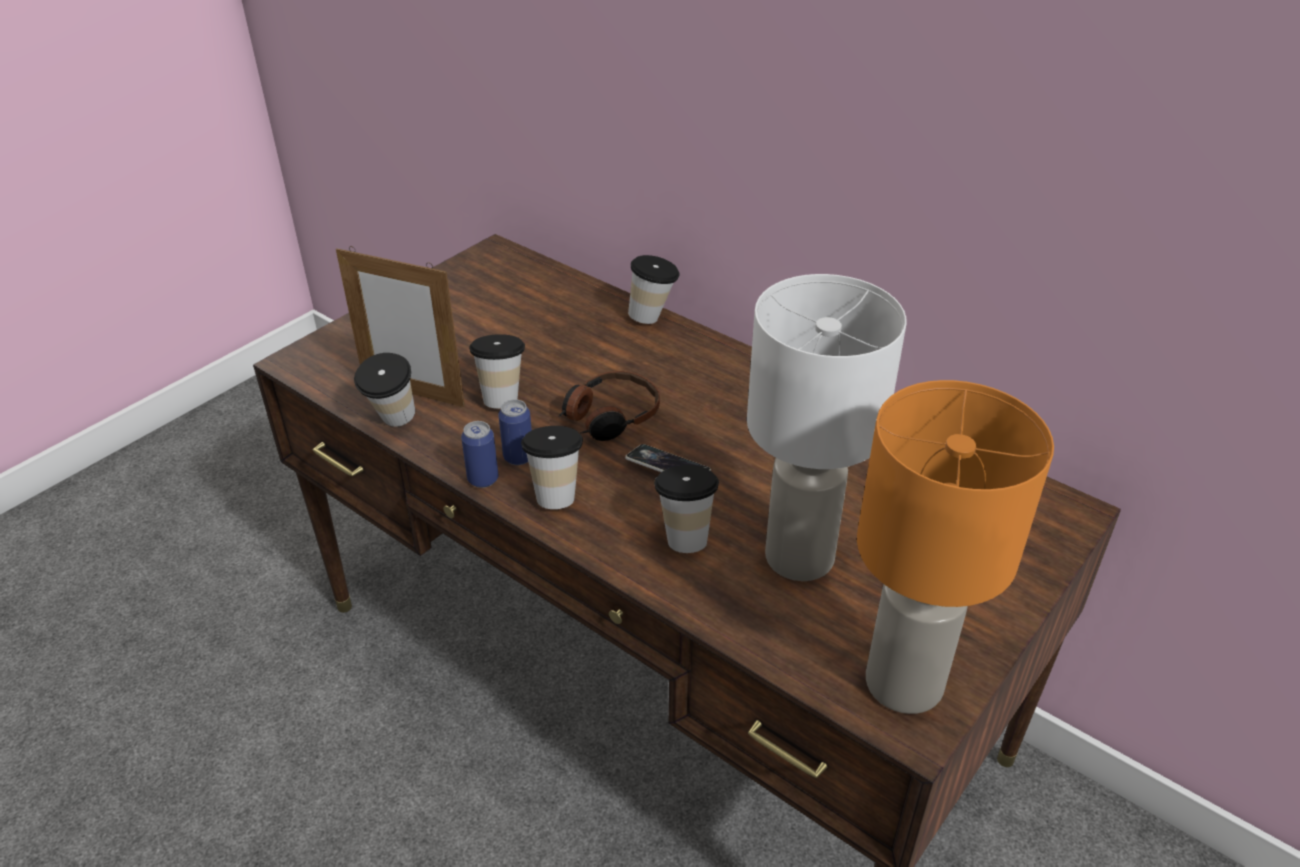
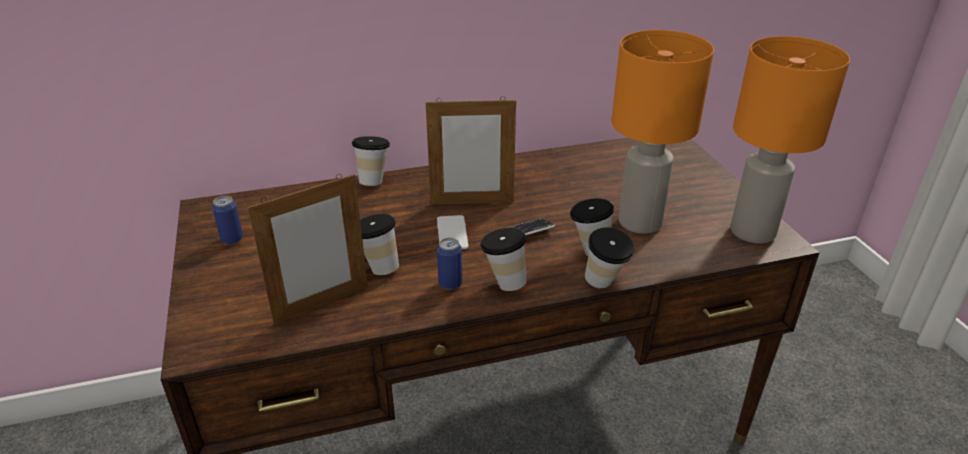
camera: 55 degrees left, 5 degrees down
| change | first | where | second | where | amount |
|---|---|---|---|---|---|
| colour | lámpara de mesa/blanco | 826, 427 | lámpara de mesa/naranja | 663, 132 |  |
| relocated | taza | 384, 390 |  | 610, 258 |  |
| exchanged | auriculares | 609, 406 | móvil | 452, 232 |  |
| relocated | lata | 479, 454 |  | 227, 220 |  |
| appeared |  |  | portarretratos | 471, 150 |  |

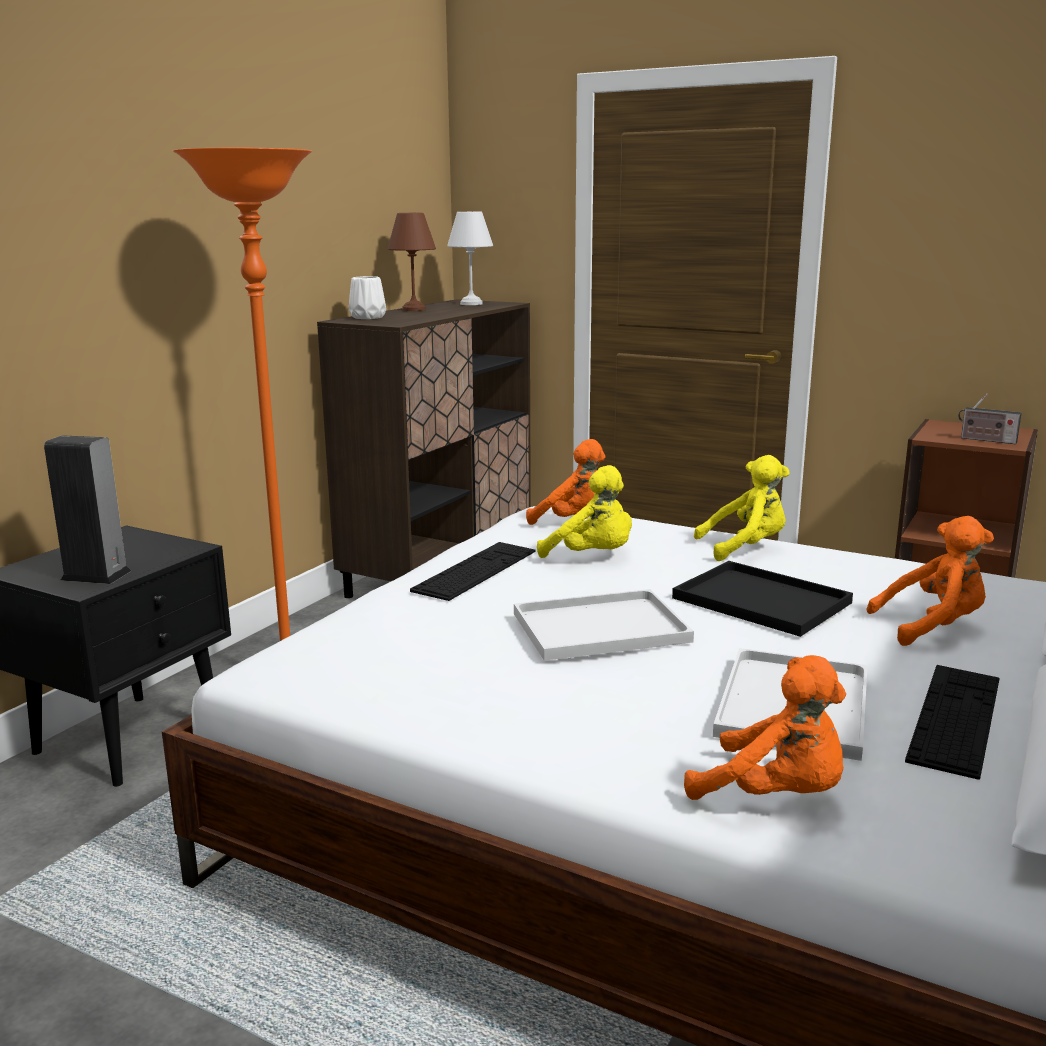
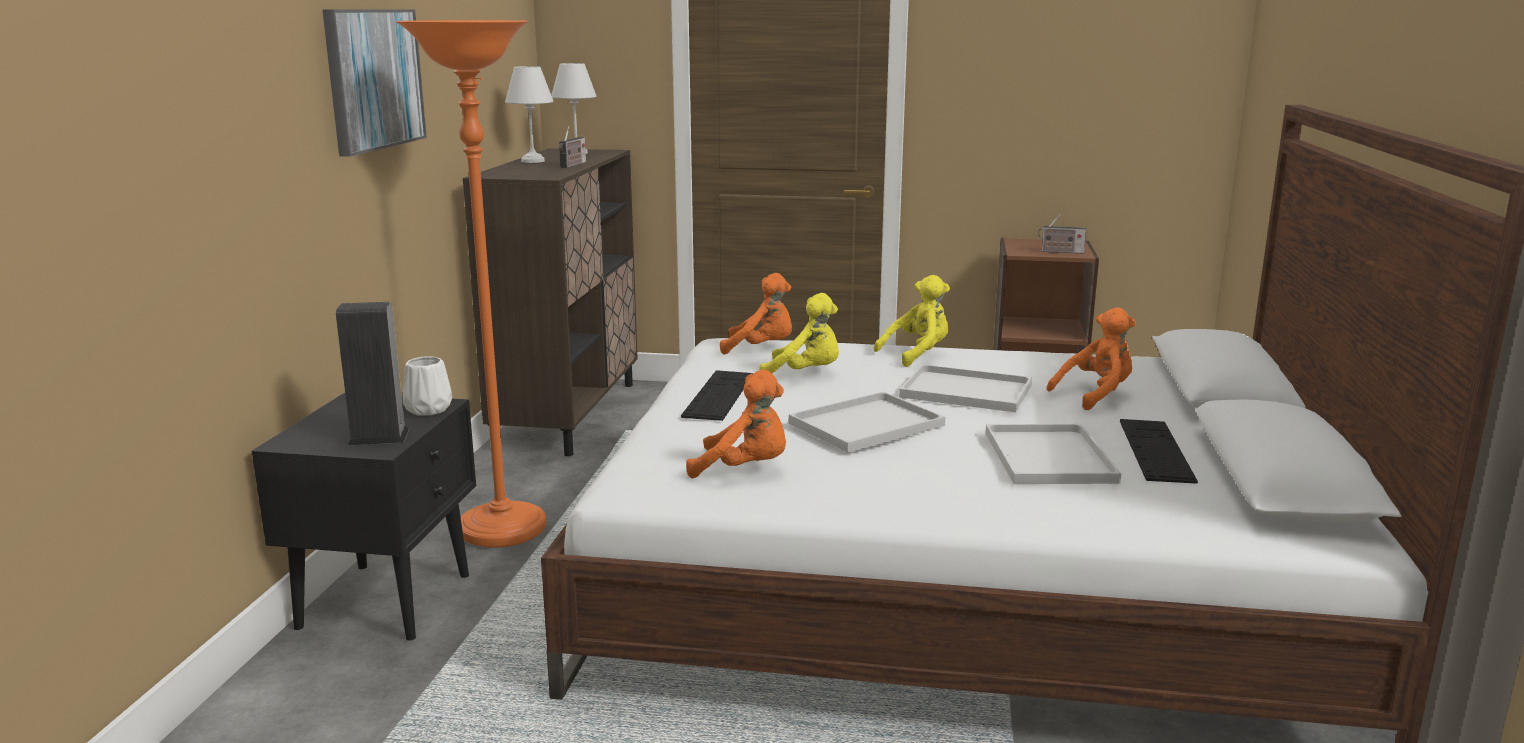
camera: 20 degrees left, 0 degrees up
| change | first | where | second | where | amount |
|---|---|---|---|---|---|
| colour | lámpara de mesa/marrón | 412, 262 | lámpara de mesa/blanco | 529, 114 |  |
| relocated | florero/blanco | 367, 297 |  | 427, 385 |  |
| colour | bandeja/negro | 762, 599 | bandeja/blanco | 965, 388 |  |
| relocated | peluche/naranja | 765, 727 |  | 736, 424 |  |
| appeared |  |  | cuadro | 374, 83 |  |
| appeared |  |  | radio | 572, 147 |  |

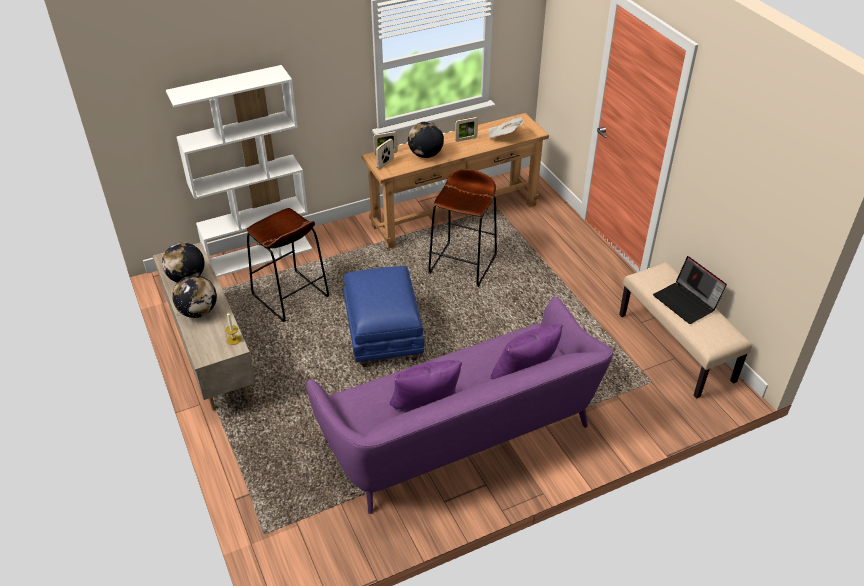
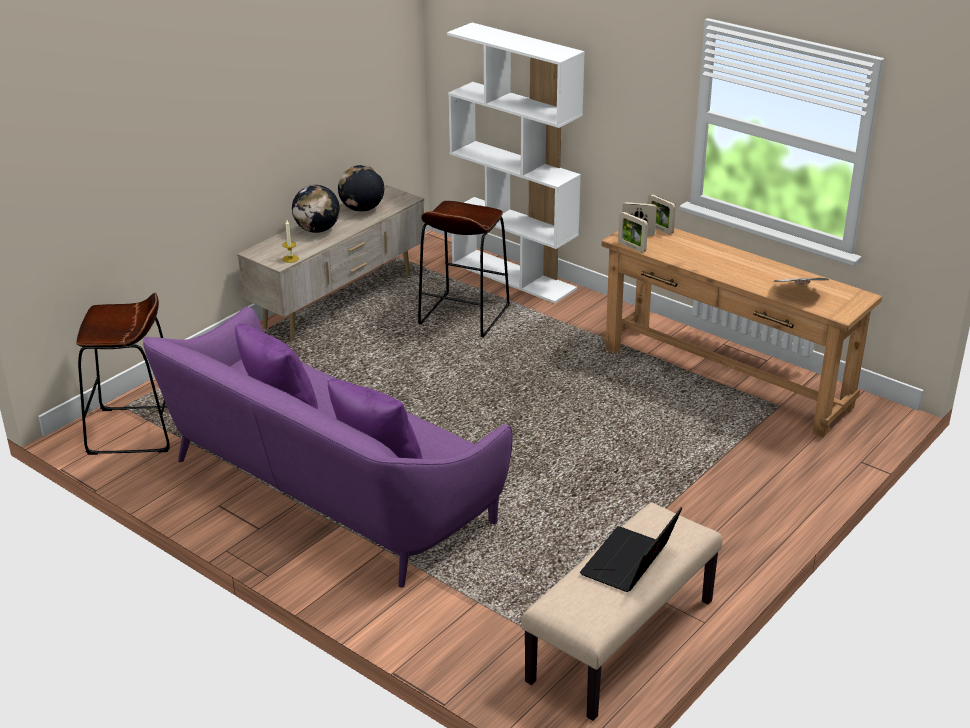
camera: 65 degrees right, 10 degrees down
| change | first | where | second | where | amount |
|---|---|---|---|---|---|
| relocated | portarretratos | 466, 129 |  | 633, 232 |  |
| missing | globo terráqueo | 426, 139 |  |  |  |
| relocated | taburete/marrón | 462, 228 |  | 123, 374 |  |
| missing | puf/azul | 383, 316 |  |  |  |

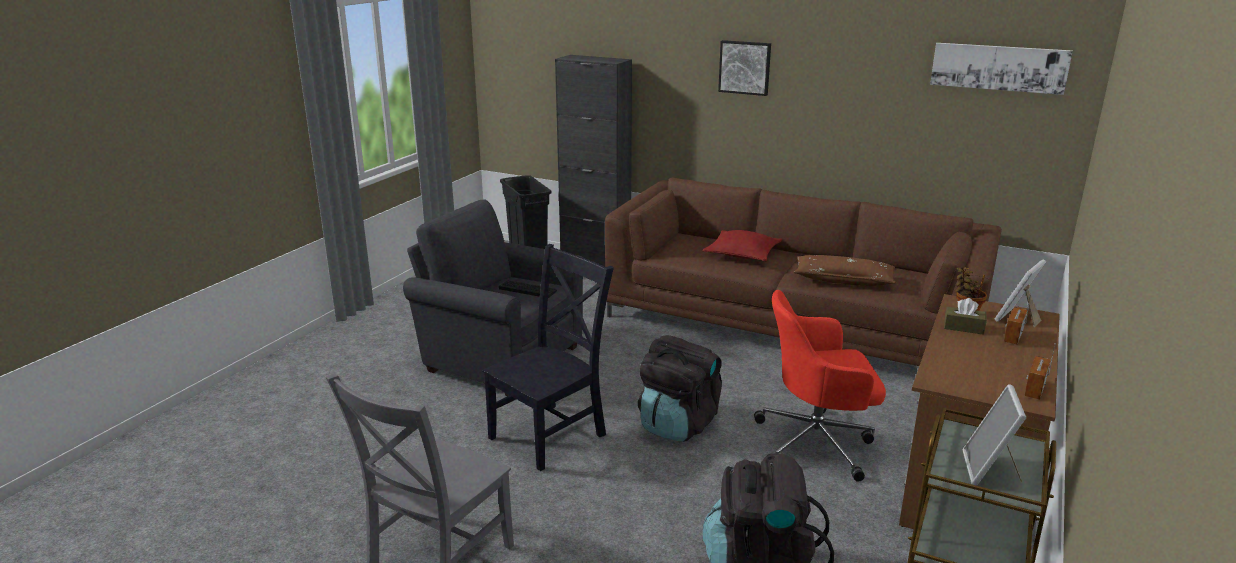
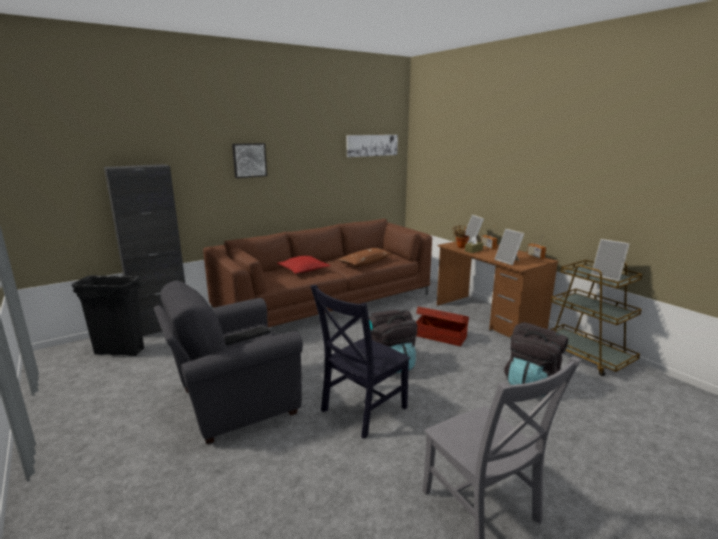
camera: 60 degrees left, 5 degrees down
| change | first | where | second | where | amount |
|---|---|---|---|---|---|
| spun | silla/negro | 548, 357 |  | 360, 362 | 120 degrees counterclockwise |
| exchanged | silla de oficina/rojo | 820, 386 | caja de almacenaje/marrón | 442, 326 |  |
| appeared |  |  | portarretratos | 509, 247 |  |

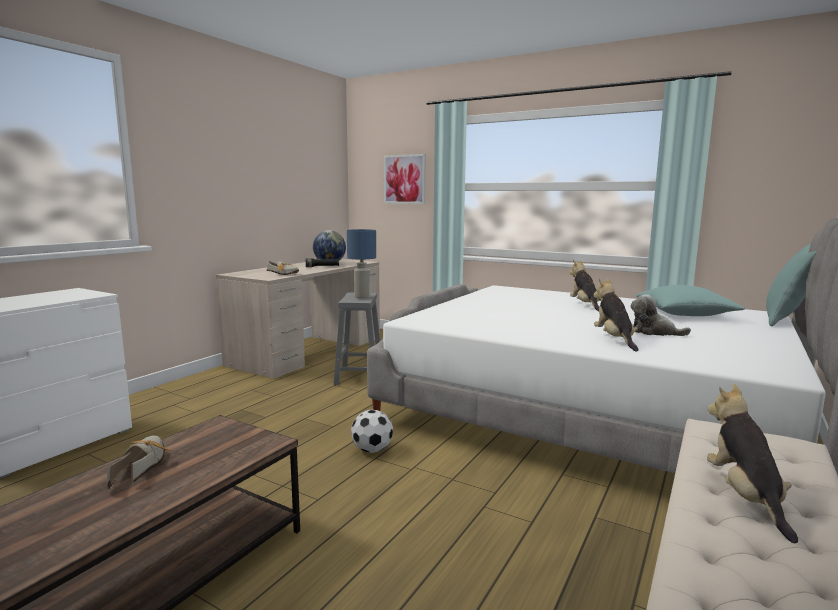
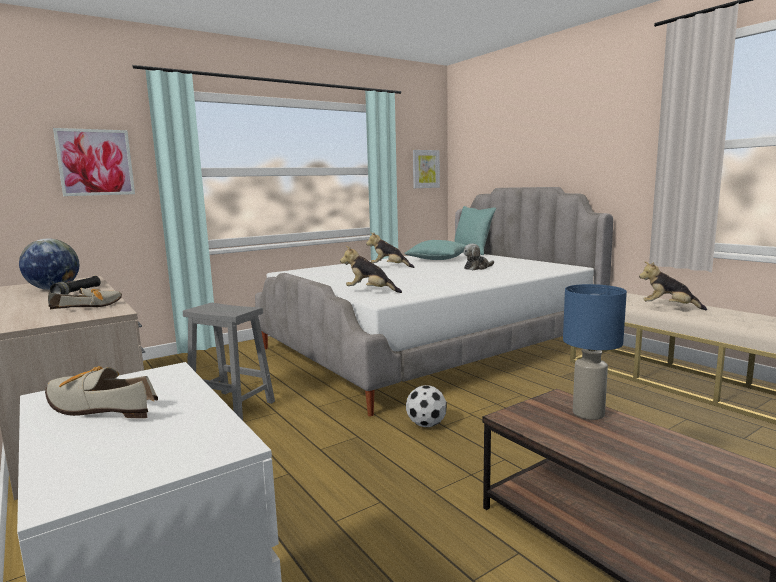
camera: 65 degrees left, 0 degrees up
| change | first | where | second | where | amount |
|---|---|---|---|---|---|
| relocated | lámpara de mesa/azul | 361, 263 |  | 595, 352 |  |
| relocated | peluche | 616, 315 |  | 371, 269 |  |
| relocated | zapato | 139, 463 |  | 101, 392 |  |
| appeared |  |  | cuadro | 426, 169 |  |

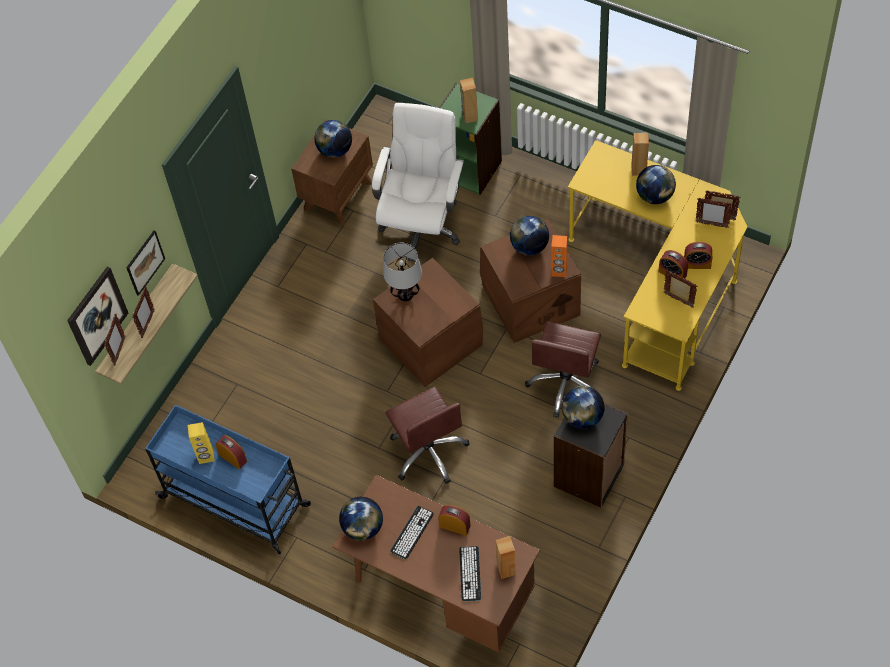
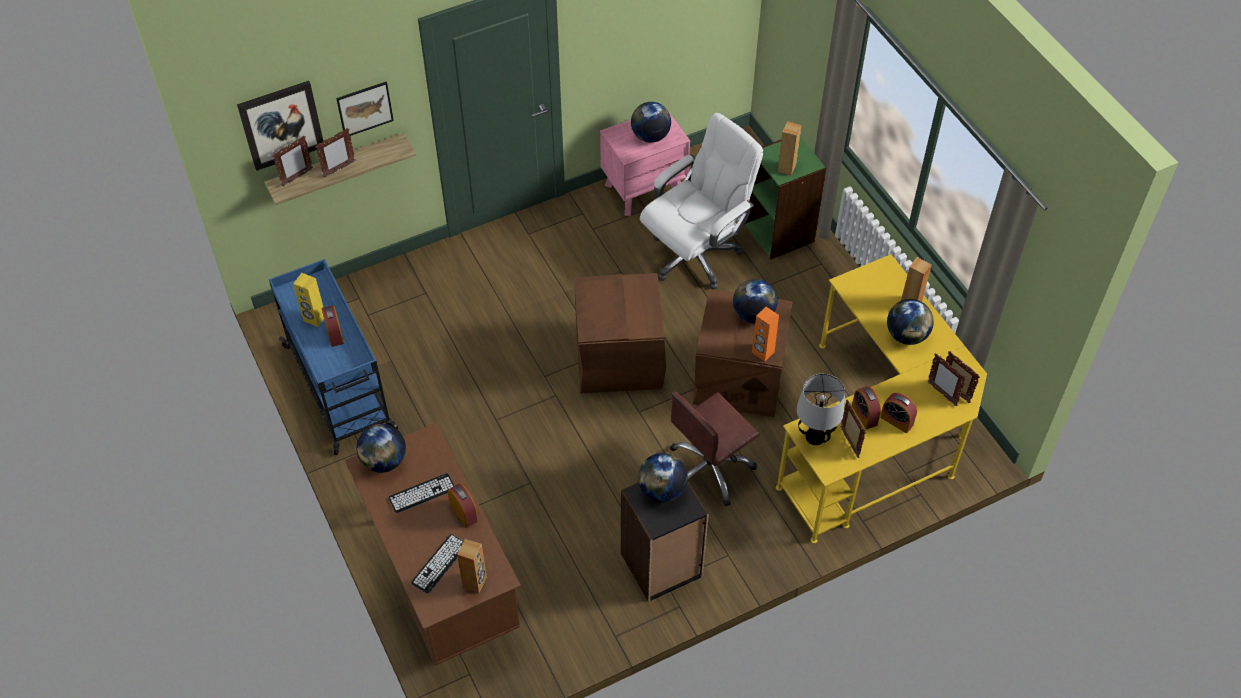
camera: 30 degrees right, 5 degrees down
| change | first | where | second | where | amount |
|---|---|---|---|---|---|
| colour | mesita de noche/marrón | 332, 172 | mesita de noche/rosa | 645, 161 |  |
| relocated | lámpara de mesa | 402, 272 |  | 821, 409 |  |
| missing | silla de oficina/marrón | 427, 435 |  |  |  |

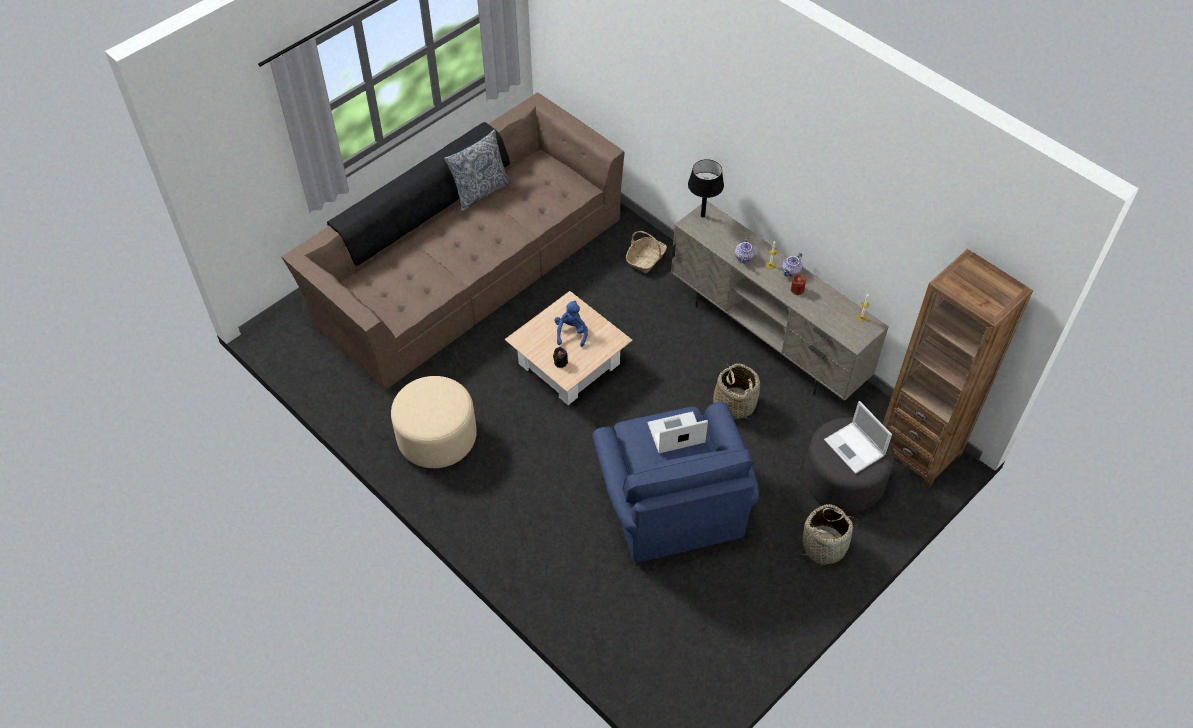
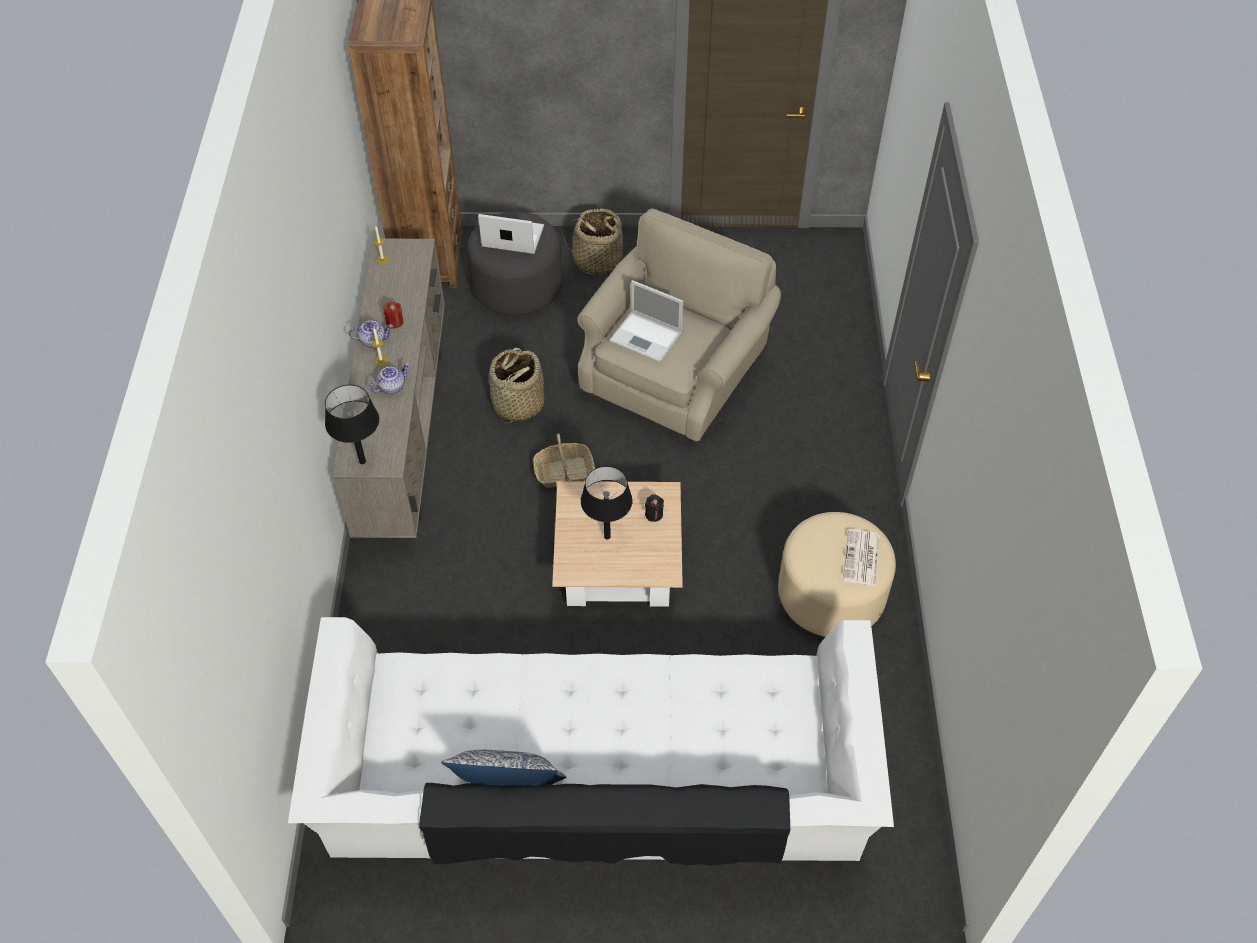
camera: 135 degrees left, 0 degrees up
| change | first | where | second | where | amount |
|---|---|---|---|---|---|
| colour | sofá/marrón | 453, 241 | sofá/blanco | 591, 741 |  |
| relocated | cesta | 646, 252 |  | 564, 461 |  |
| exchanged | peluche/azul | 571, 324 | lámpara de mesa/negro | 606, 502 |  |
| spun | portátil | 858, 437 |  | 511, 234 | 90 degrees counterclockwise |
| colour | sillón/azul | 675, 482 | sillón/beis | 679, 326 |  |
| appeared |  |  | periódico | 861, 557 |  |

